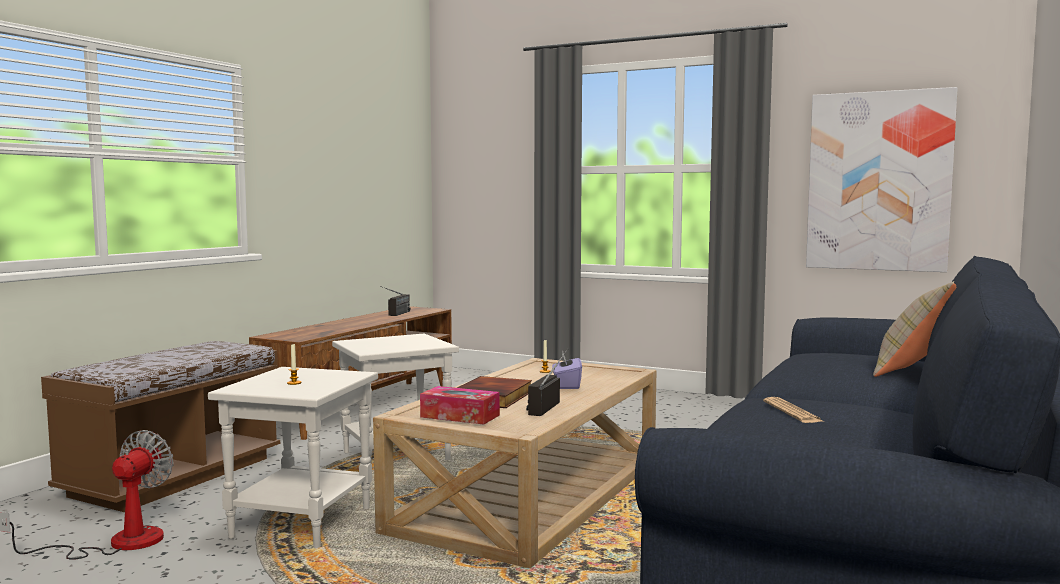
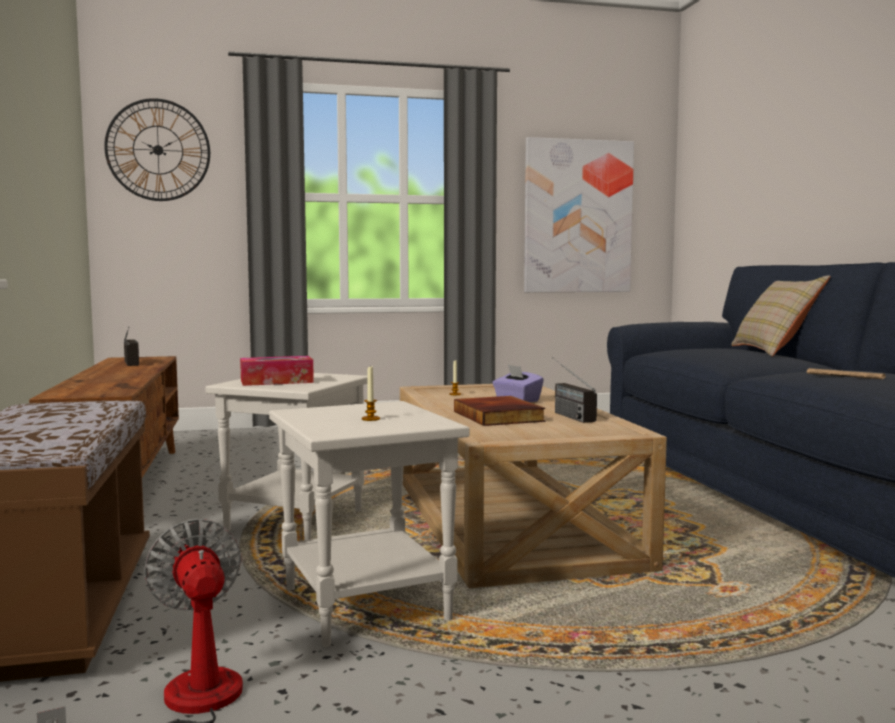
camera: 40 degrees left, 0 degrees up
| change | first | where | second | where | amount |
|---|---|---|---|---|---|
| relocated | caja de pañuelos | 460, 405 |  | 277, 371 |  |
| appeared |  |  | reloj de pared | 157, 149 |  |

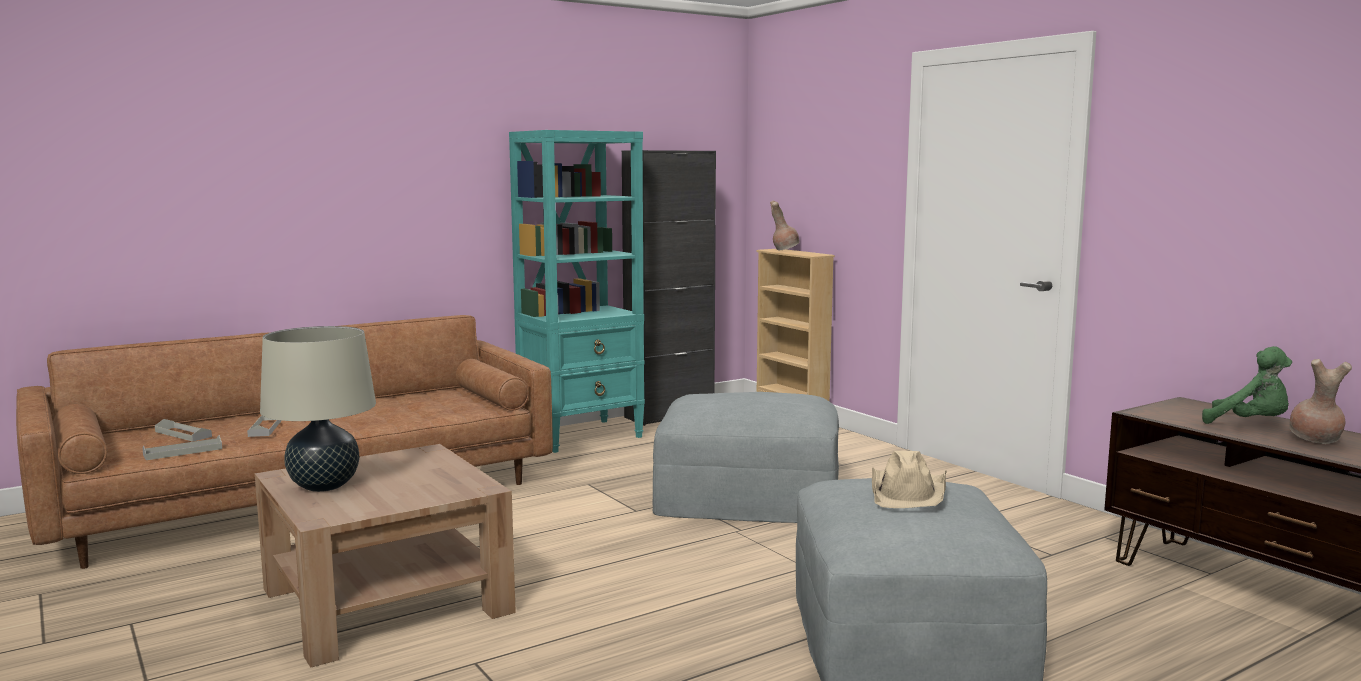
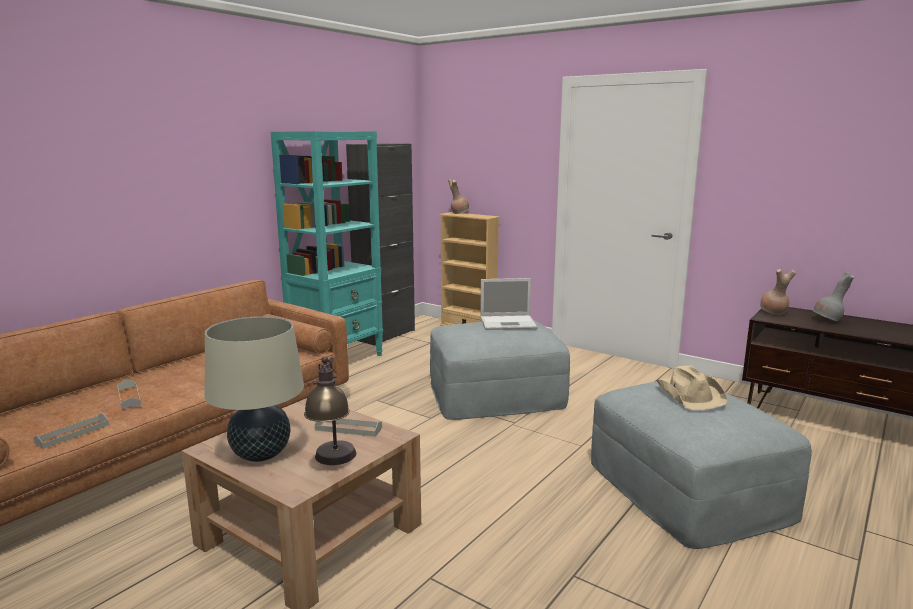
camera: 20 degrees left, 5 degrees up
| change | first | where | second | where | amount |
|---|---|---|---|---|---|
| exchanged | peluche/verde | 1247, 385 | florero/gris | 833, 296 |  |
| relocated | florero/marrón | 1320, 401 |  | 778, 292 |  |
| relocated | bandeja/gris | 183, 430 |  | 348, 428 |  |
| appeared |  |  | portátil | 509, 304 |  |
| appeared |  |  | lámpara de mesa | 330, 410 |  |

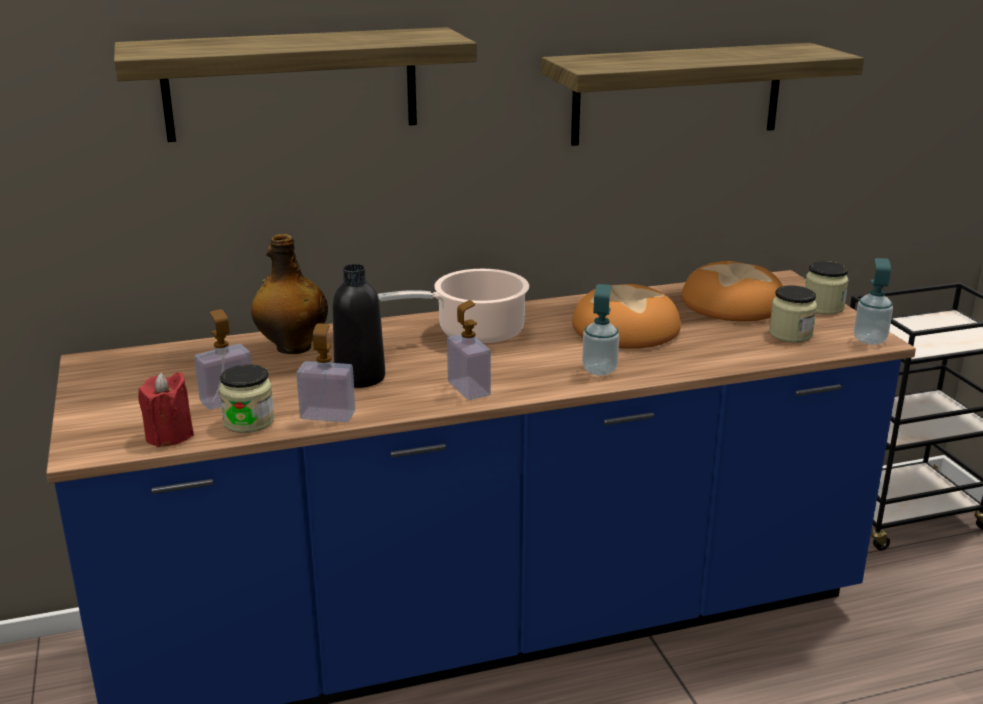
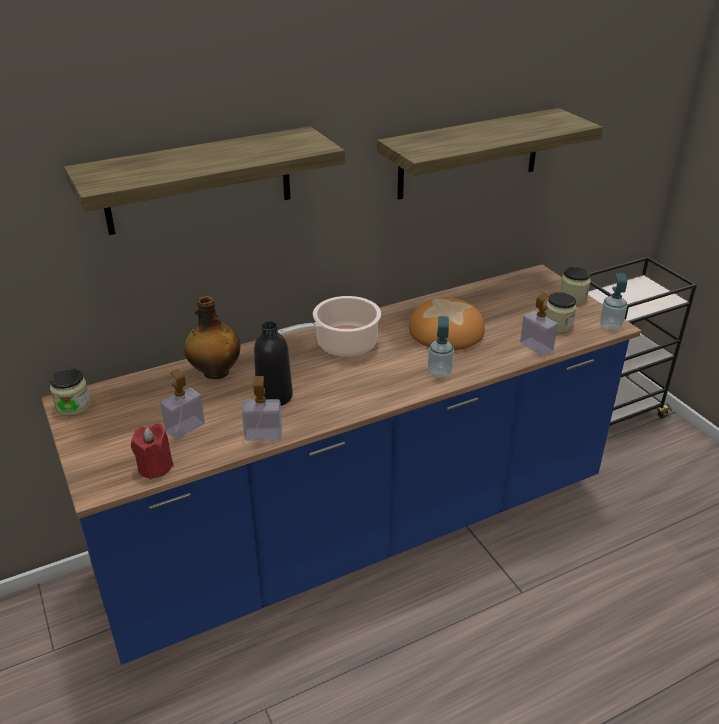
camera: 10 degrees left, 10 degrees up
| change | first | where | second | where | amount |
|---|---|---|---|---|---|
| missing | pan | 732, 291 |  |  |  |
| relocated | dispensador de jabón | 469, 350 |  | 539, 324 |  |
| relocated | tarro | 246, 398 |  | 70, 392 |  |

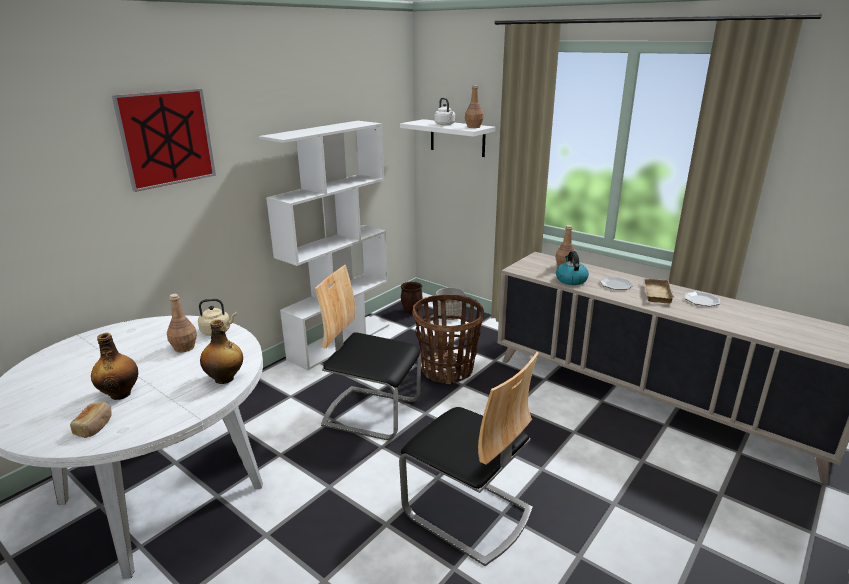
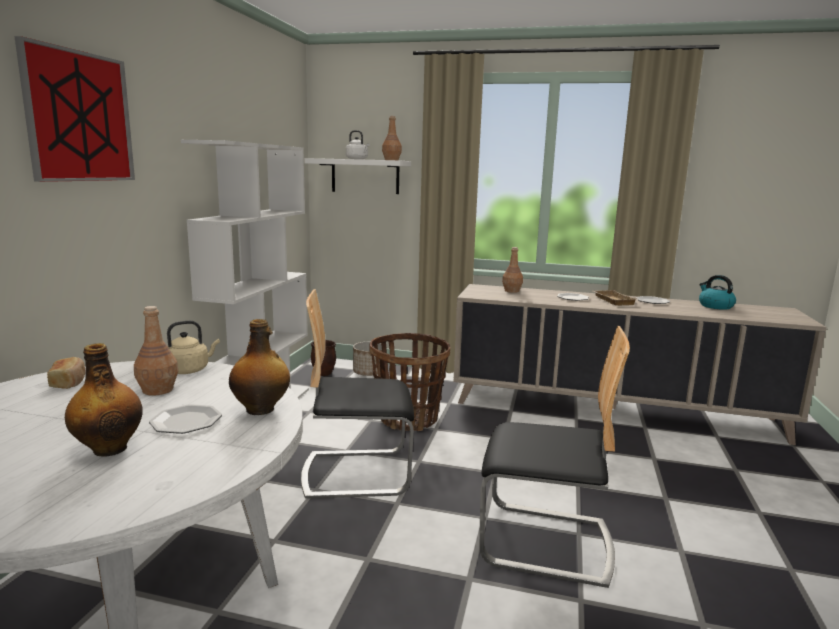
camera: 25 degrees left, 10 degrees down
| change | first | where | second | where | amount |
|---|---|---|---|---|---|
| relocated | hervidor | 572, 268 |  | 717, 292 |  |
| relocated | pan | 91, 420 |  | 66, 373 |  |
| appeared |  |  | plato | 185, 419 |  |

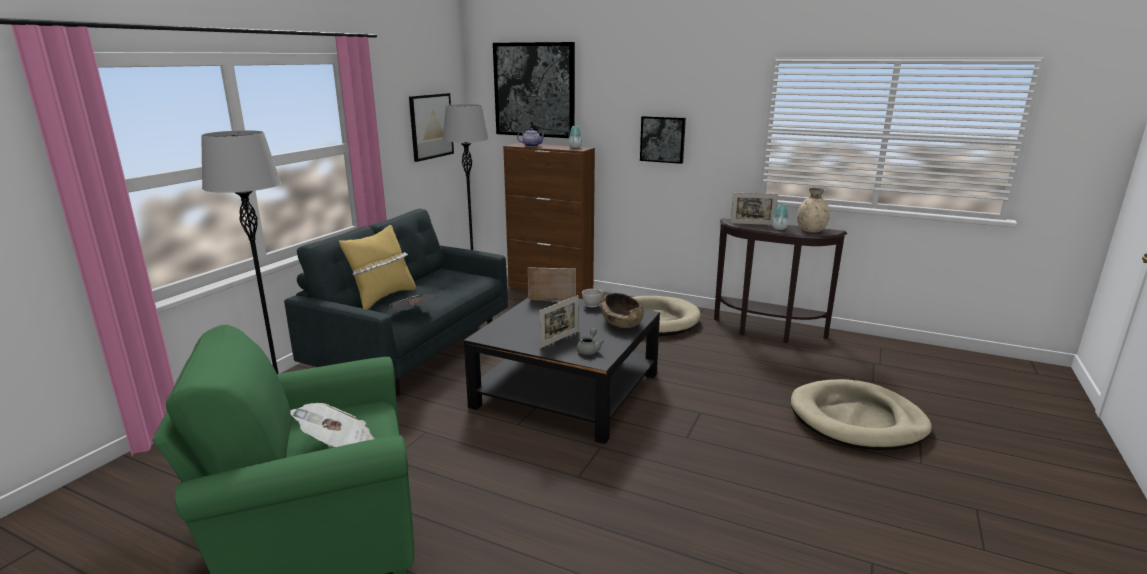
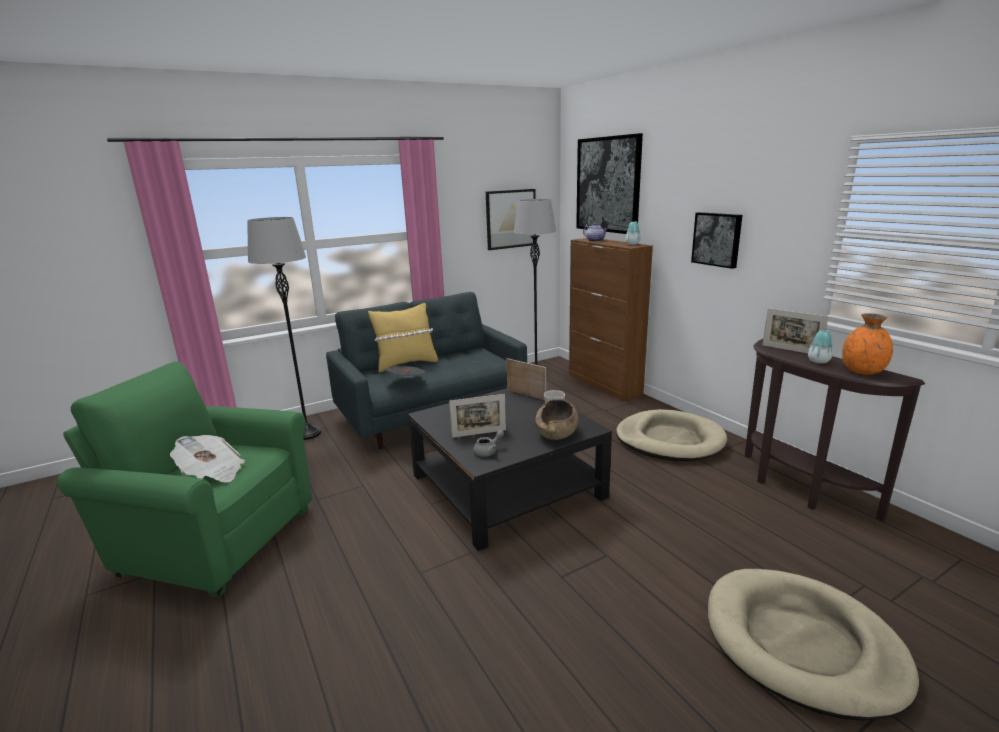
camera: 35 degrees right, 0 degrees up
| change | first | where | second | where | amount |
|---|---|---|---|---|---|
| colour | florero/beis | 813, 210 | florero/naranja | 867, 344 |  |

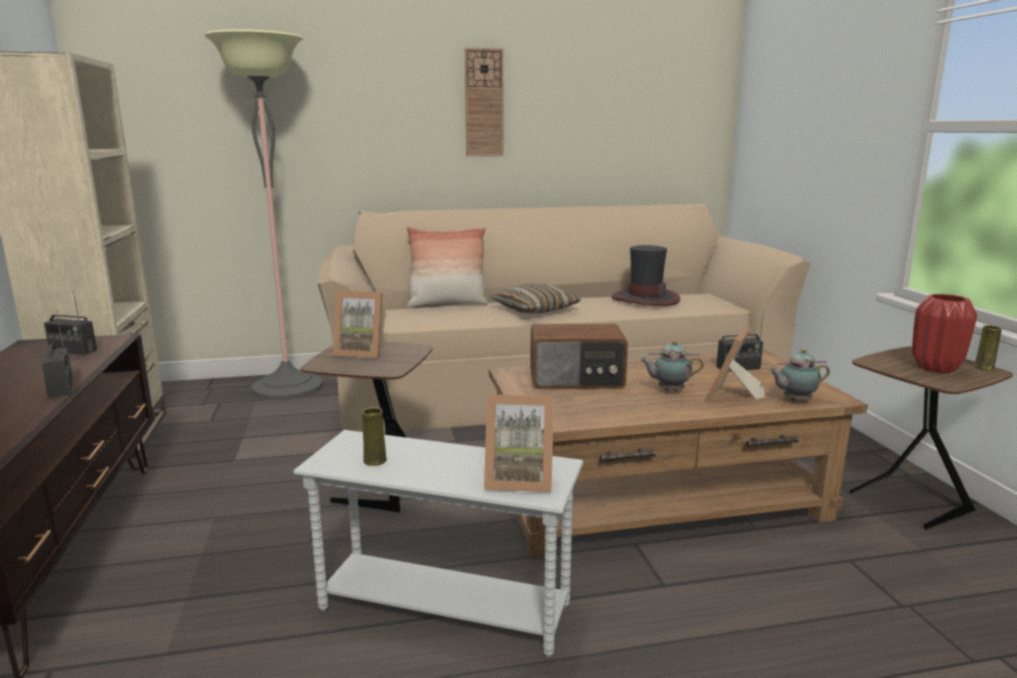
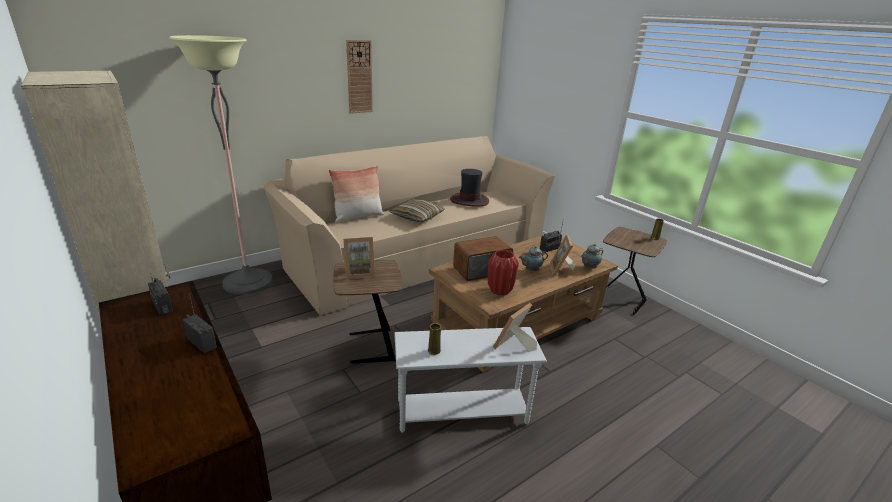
camera: 25 degrees left, 10 degrees up
| change | first | where | second | where | amount |
|---|---|---|---|---|---|
| spun | radio | 70, 323 |  | 160, 295 | 60 degrees clockwise |
| relocated | florero/rojo | 944, 333 |  | 503, 273 |  |
| spun | portarretratos | 519, 443 |  | 515, 327 | 150 degrees clockwise |

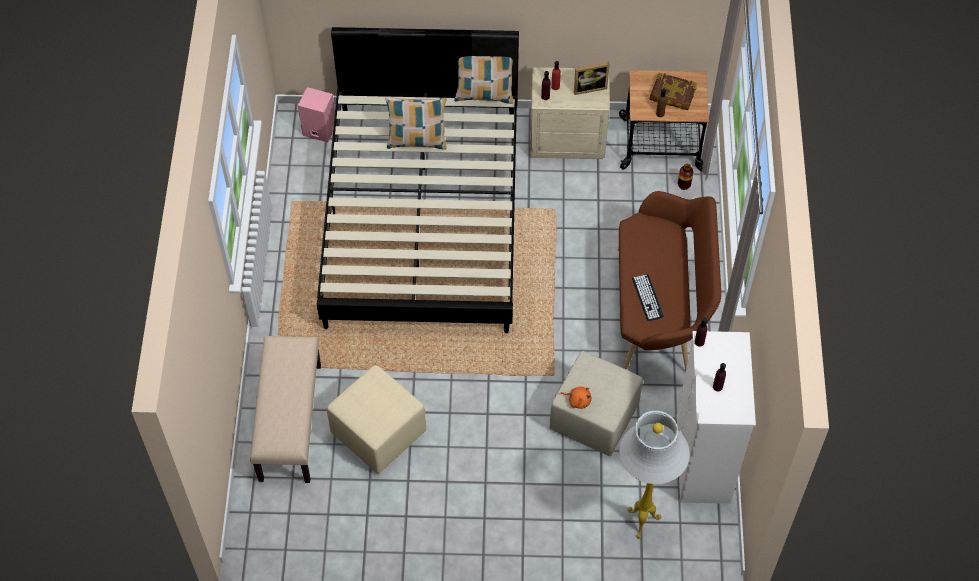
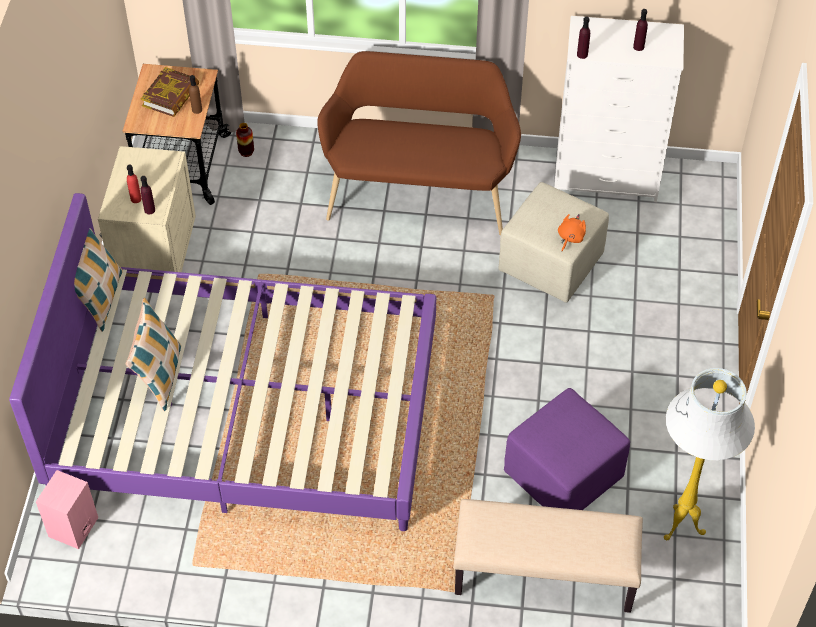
camera: 85 degrees left, 5 degrees down
| change | first | where | second | where | amount |
|---|---|---|---|---|---|
| colour | cama/negro | 418, 180 | cama/morado | 222, 362 |  |
| missing | portarretratos | 592, 78 |  |  |  |
| missing | teclado | 648, 297 |  |  |  |
| colour | puf/beis | 376, 419 | puf/morado | 567, 449 |  |
| relocated | lámpara de pie/blanco | 654, 475 |  | 709, 454 |  |

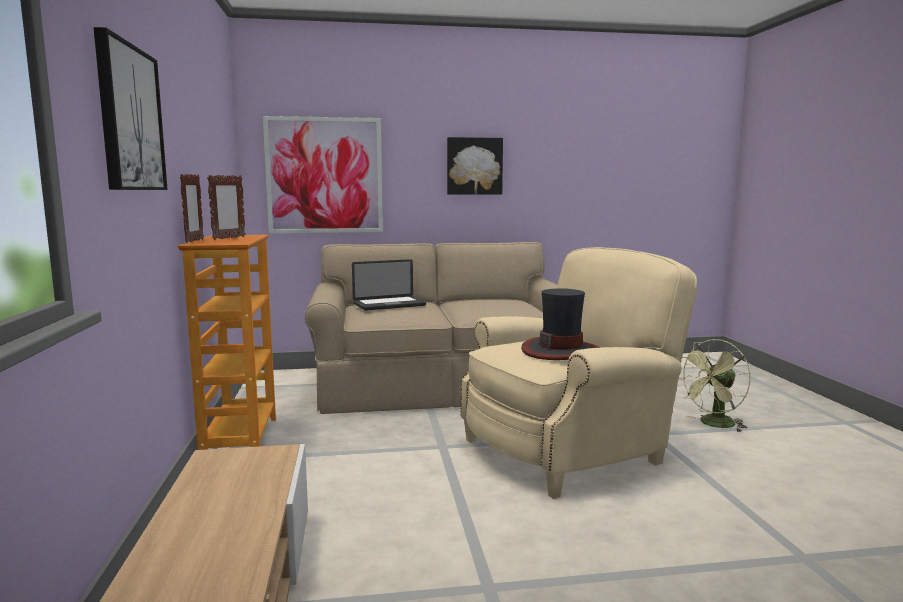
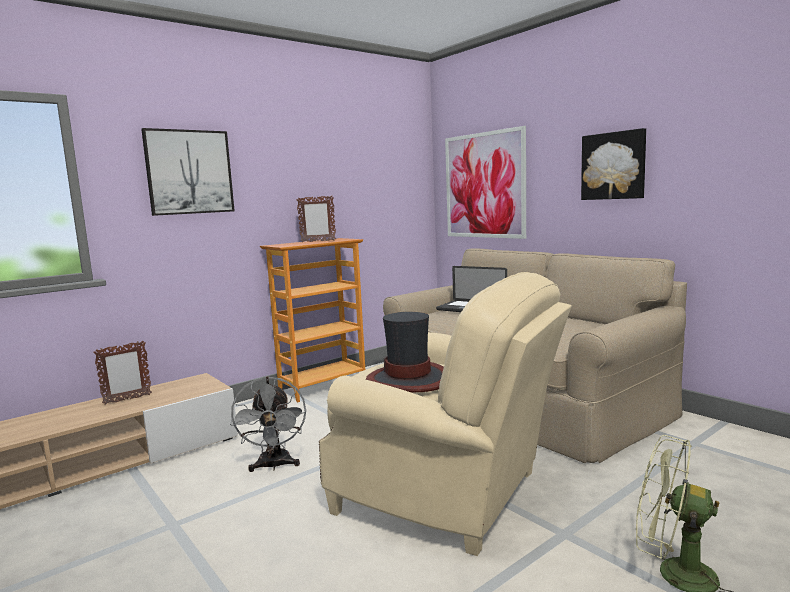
camera: 60 degrees right, 0 degrees up
| change | first | where | second | where | amount |
|---|---|---|---|---|---|
| relocated | portarretratos | 192, 208 |  | 122, 373 |  |
| appeared |  |  | ventilador/gris | 268, 424 |  |

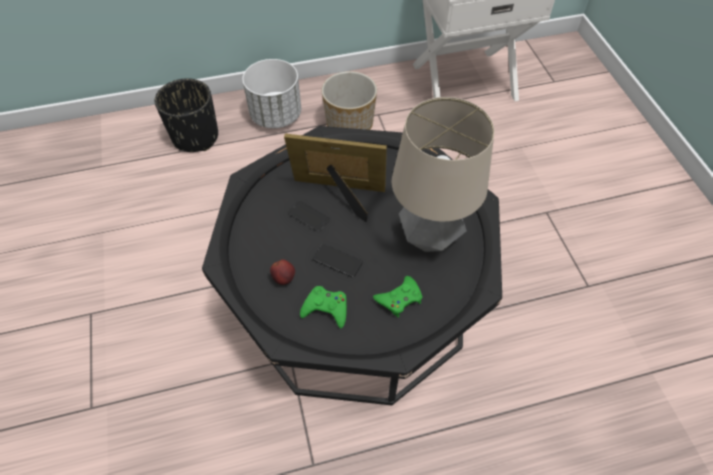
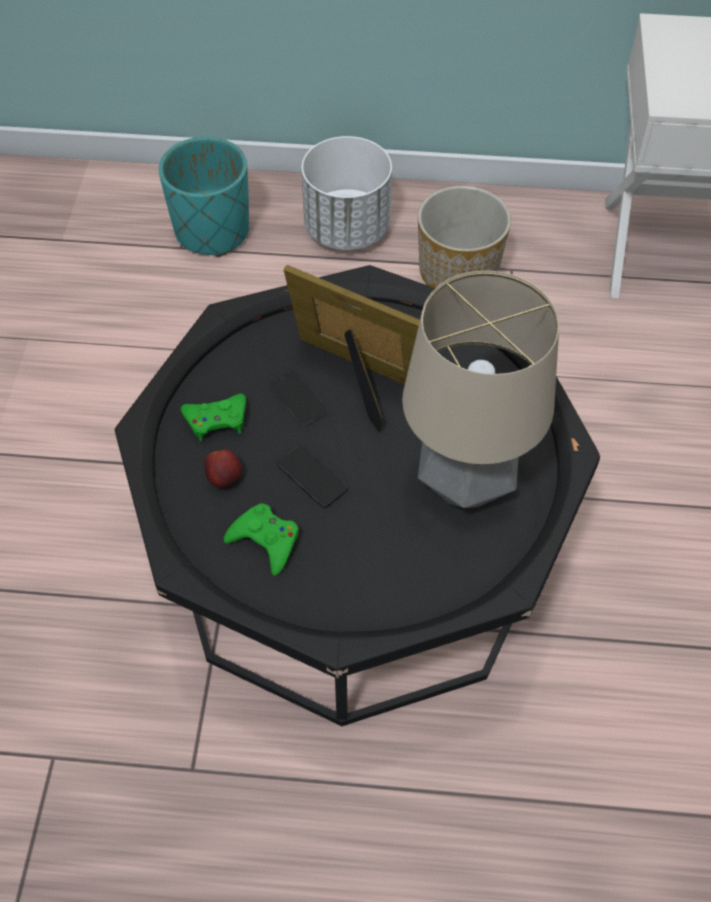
camera: 20 degrees right, 0 degrees up
| change | first | where | second | where | amount |
|---|---|---|---|---|---|
| colour | maceta/negro | 186, 115 | maceta/turquesa | 204, 196 |  |
| relocated | mando de consola/verde | 397, 296 |  | 213, 417 |  |

